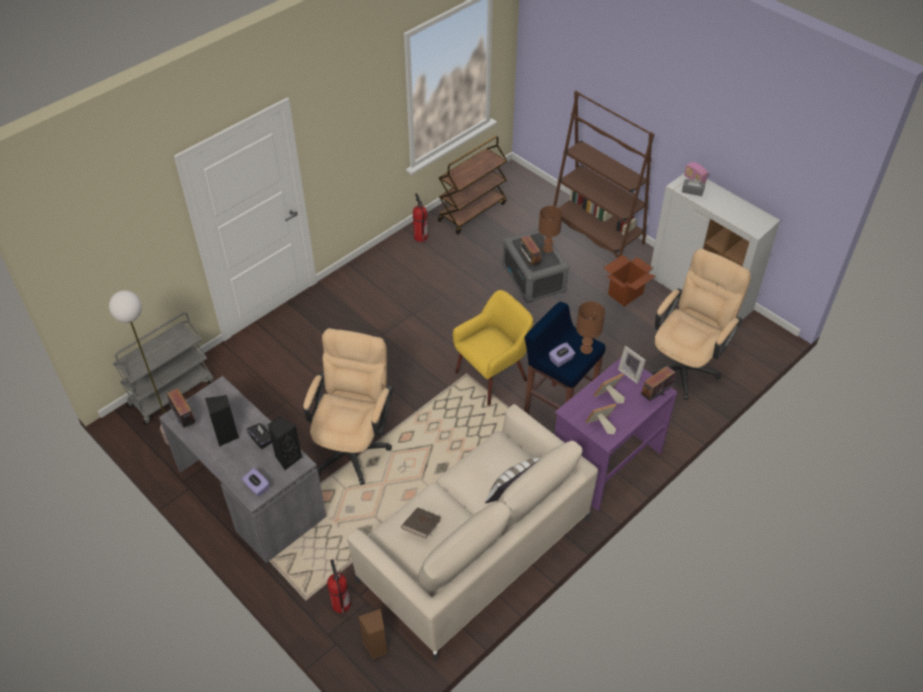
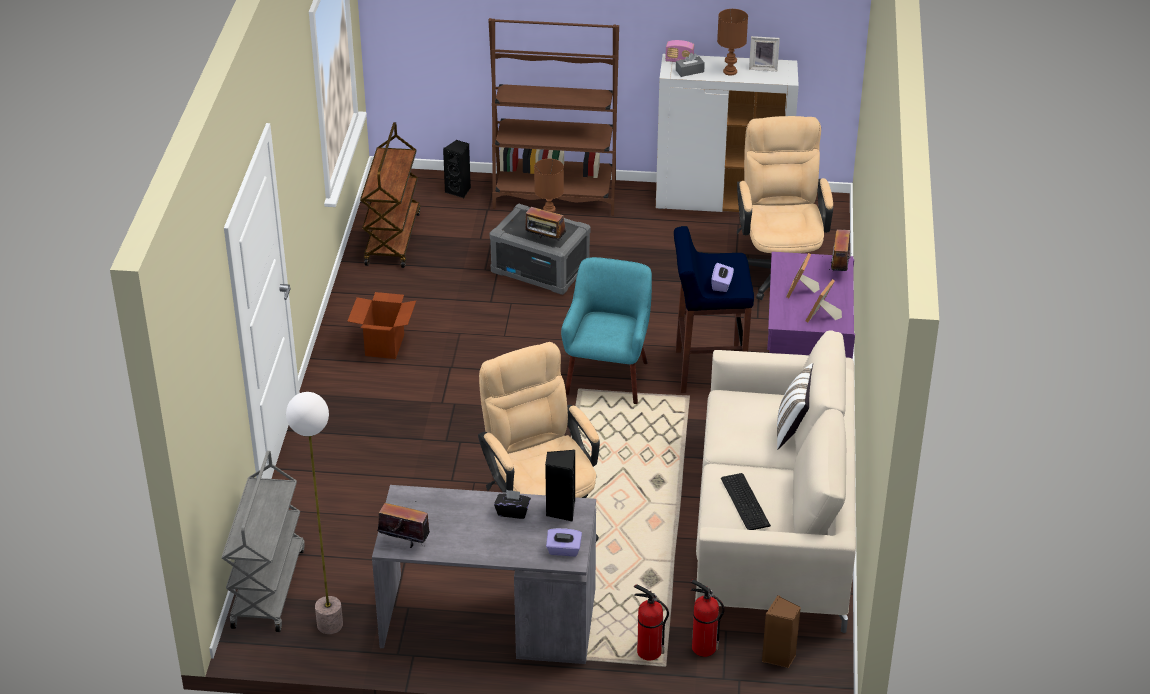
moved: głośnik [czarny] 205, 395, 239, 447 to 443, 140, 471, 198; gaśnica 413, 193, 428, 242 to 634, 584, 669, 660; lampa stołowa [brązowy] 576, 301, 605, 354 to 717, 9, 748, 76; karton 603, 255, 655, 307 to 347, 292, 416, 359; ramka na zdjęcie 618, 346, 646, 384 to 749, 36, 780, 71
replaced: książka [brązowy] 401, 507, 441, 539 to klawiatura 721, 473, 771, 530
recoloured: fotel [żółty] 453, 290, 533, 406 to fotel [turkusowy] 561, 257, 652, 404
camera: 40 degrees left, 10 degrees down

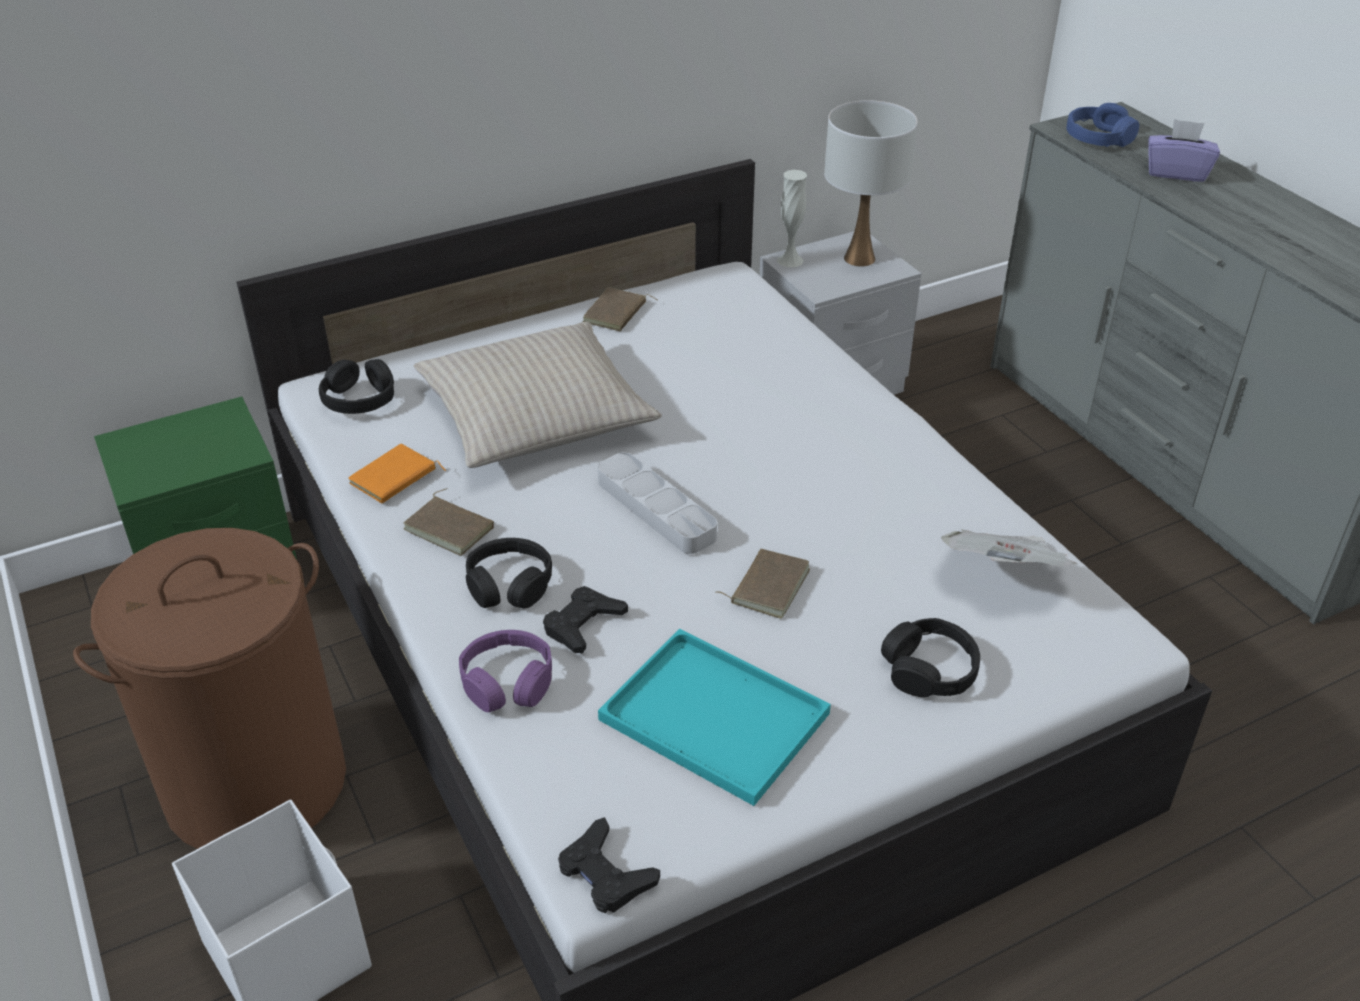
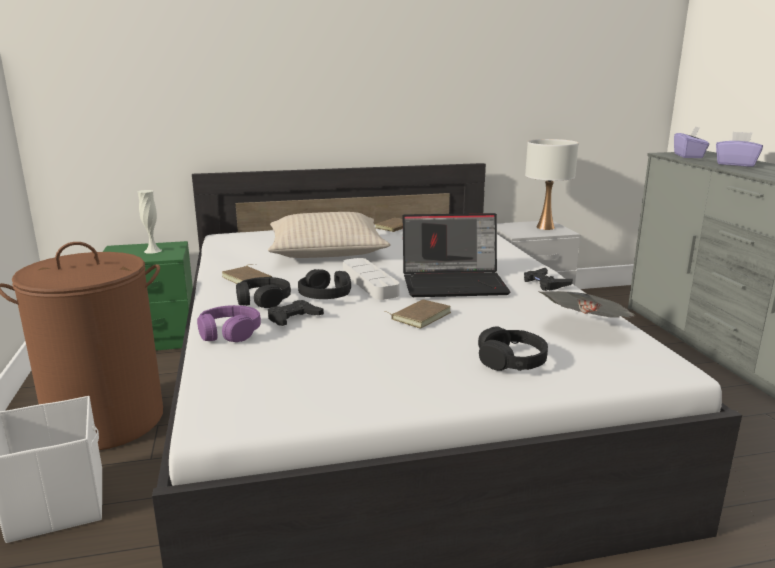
removed: książka [pomarańczowy] 348, 444, 446, 503; taca [turkusowy] 598, 629, 831, 806
added: laptop 403, 213, 510, 297
moved: słuchawki [czarny] 318, 359, 394, 414 to 298, 269, 351, 299; pad do gier [czarny] 558, 817, 660, 913 to 524, 268, 573, 291; wazon [biały] 777, 170, 807, 267 to 137, 190, 162, 254
replaced: słuchawki [niebieski] 1066, 103, 1139, 147 to pudełko chusteczek [fioletowy] 674, 126, 709, 158
camera: 15 degrees right, 20 degrees down

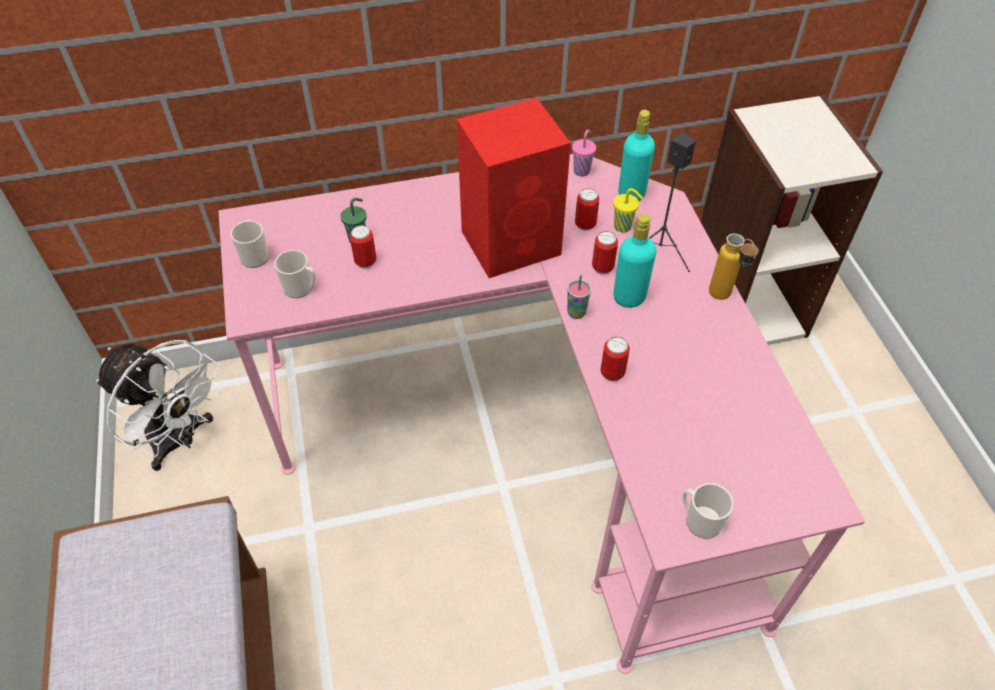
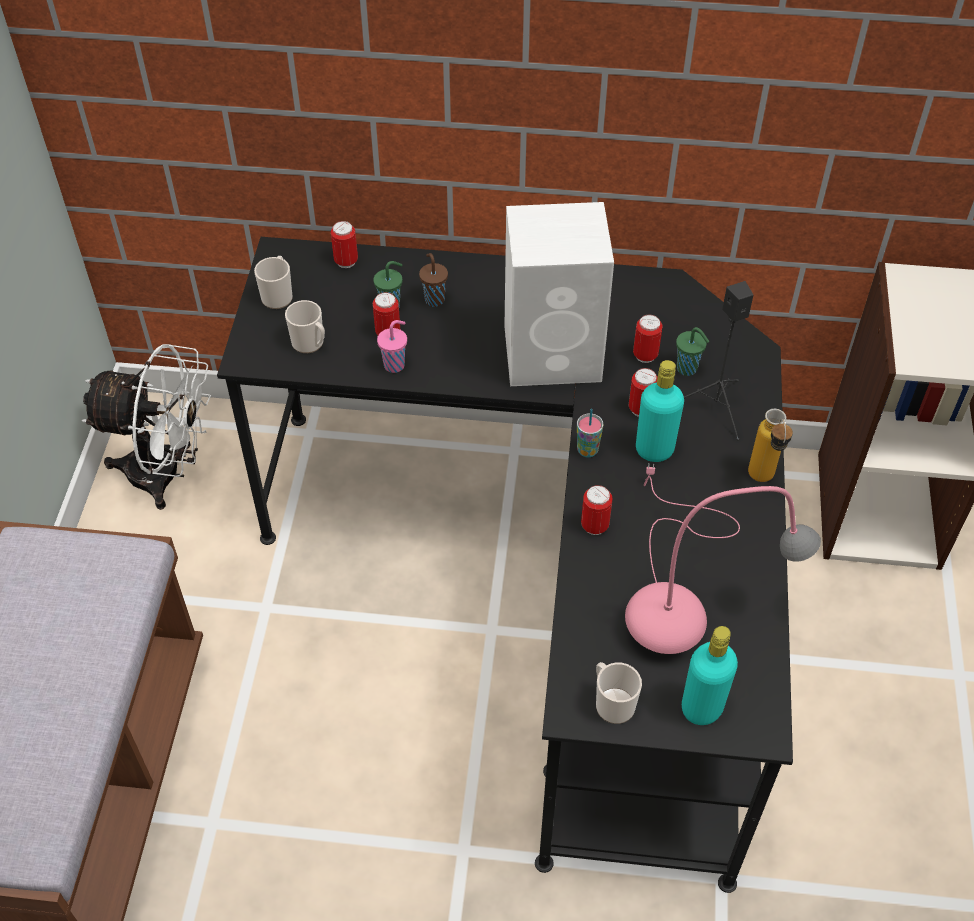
added: puszka 331, 221, 358, 268; filiżanka [brązowy] 419, 253, 448, 307; lampa stołowa [różowy] 625, 464, 821, 654
moved: filiżanka [różowy] 572, 130, 596, 177 to 377, 320, 407, 373; butelka [turkusowy] 618, 110, 655, 201 to 682, 626, 738, 725
recoloured: biurko [różowy] 219, 154, 865, 674 to biurko [czarny] 217, 237, 793, 893; głośnik [czerwony] 457, 98, 571, 278 to głośnik [biały] 504, 202, 614, 386; filiżanka [żółty] 613, 188, 643, 233 to filiżanka [zielony] 676, 327, 709, 376
turned: wentylator [biały] 96, 340, 222, 471 = 81, 344, 211, 510 45 degrees counterclockwise
camera: 20 degrees right, 0 degrees up

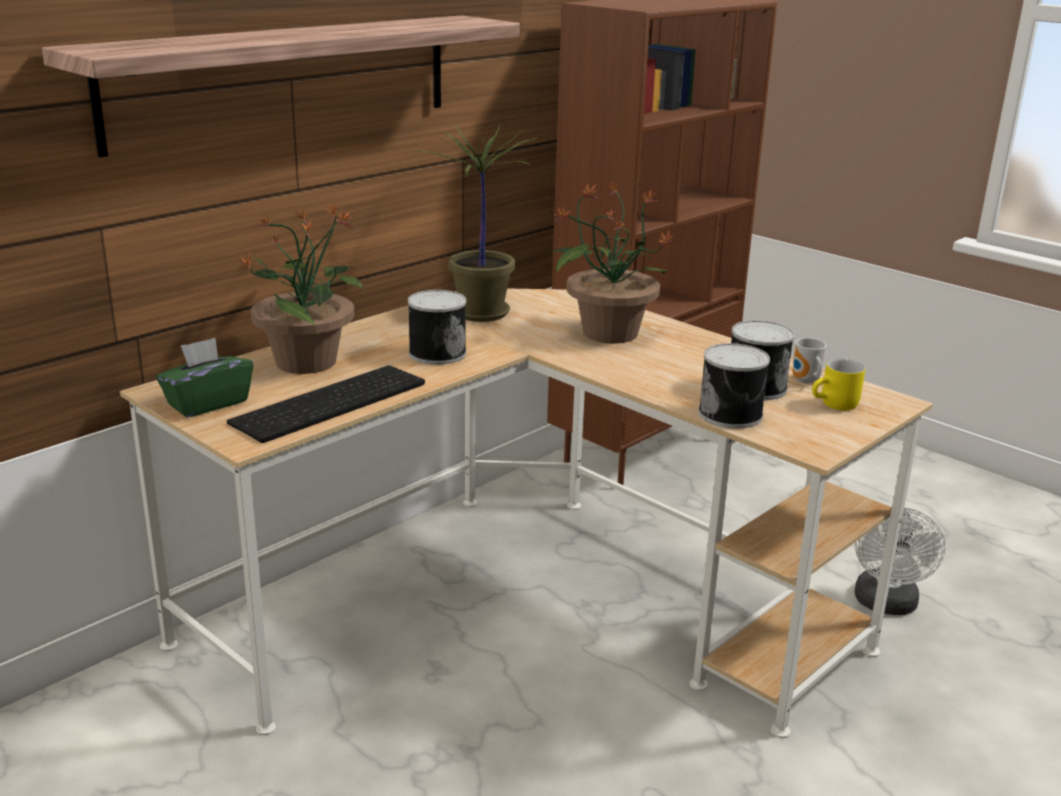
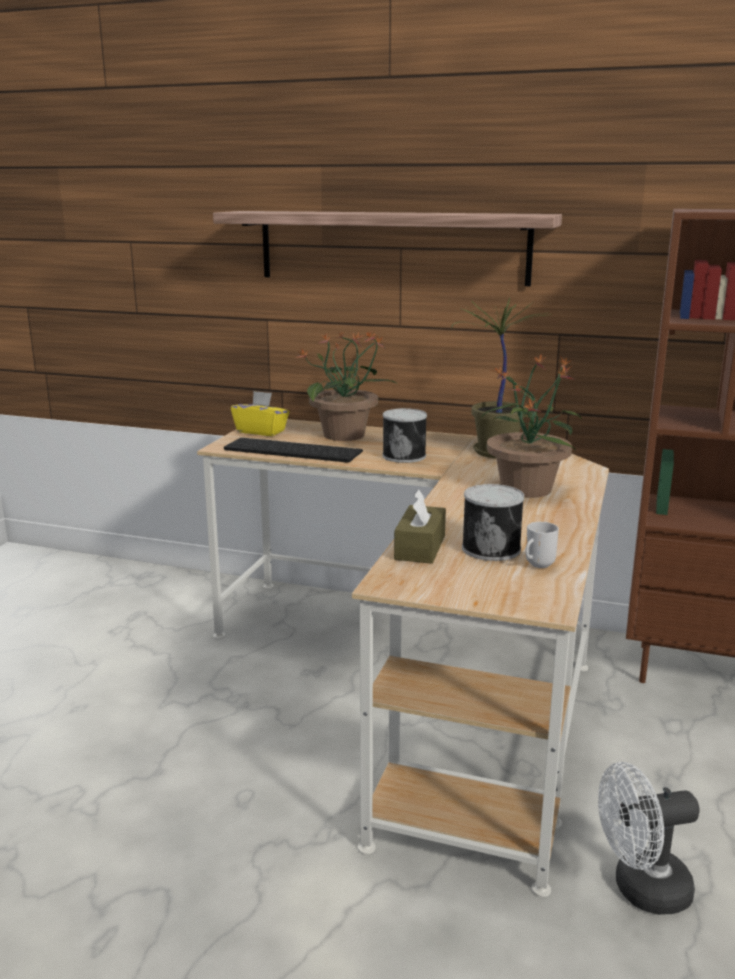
removed: kubek [żółty] 812, 359, 866, 410
replaced: puszka 698, 343, 770, 428 to pudełko chusteczek [brązowy] 394, 489, 446, 564
recoloured: pudełko chusteczek [zielony] 156, 338, 253, 418 to pudełko chusteczek [żółty] 231, 391, 289, 436
camera: 65 degrees right, 5 degrees down

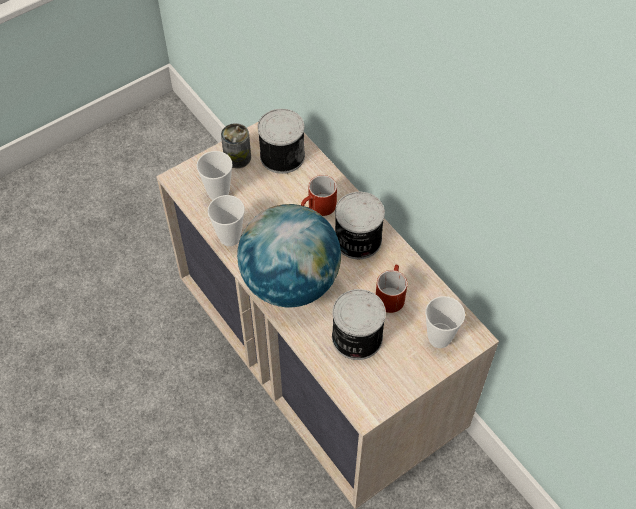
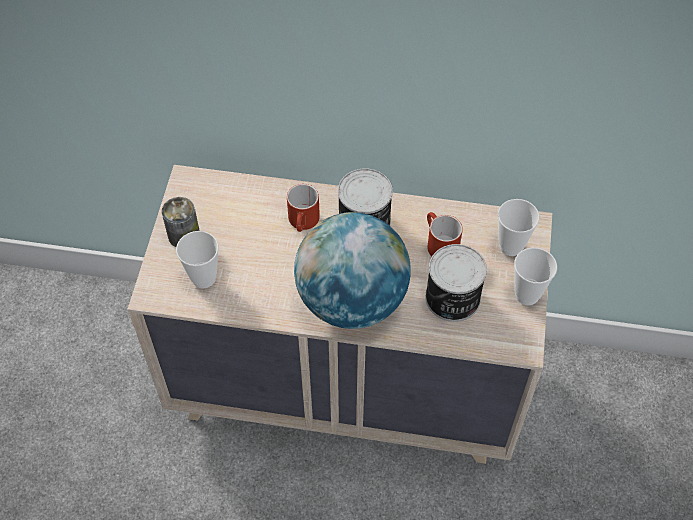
removed: puszka 258, 109, 305, 174
moved: filiżanka 207, 195, 245, 246 to 514, 248, 557, 305
camera: 45 degrees left, 0 degrees up

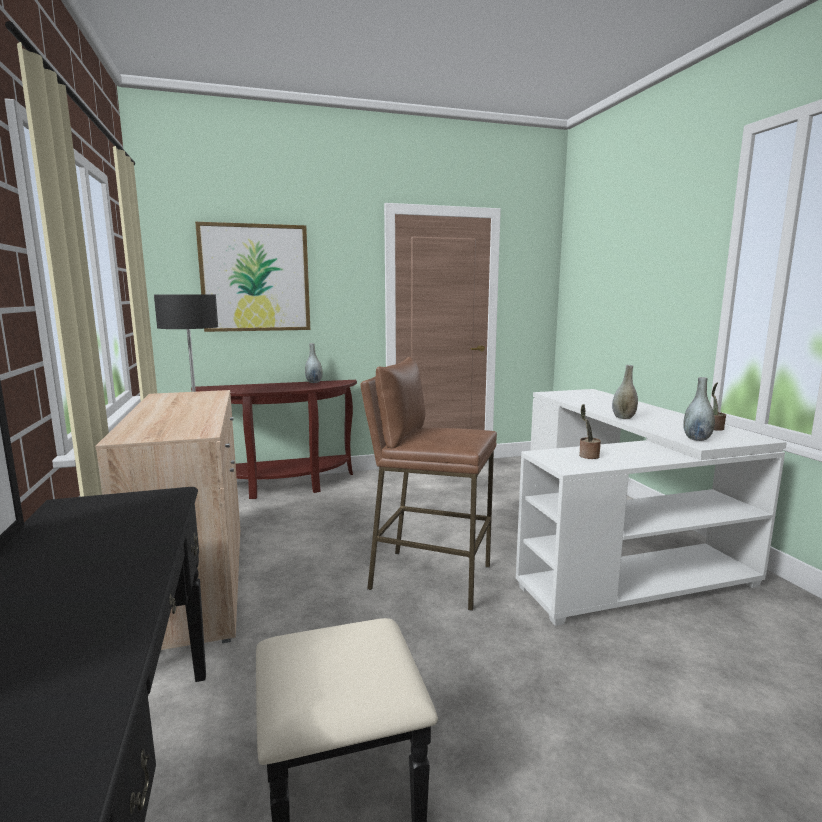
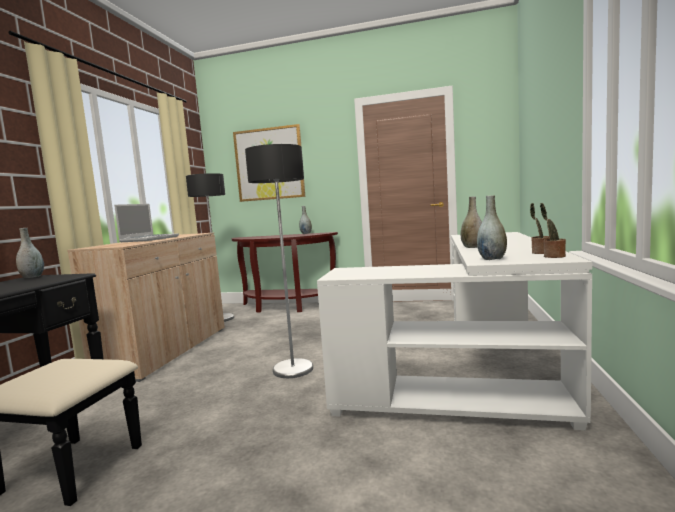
added: wazon [szary] 16, 228, 44, 278; laptop 114, 204, 179, 242
moved: roślina doniczkowa 579, 404, 601, 459 to 540, 203, 566, 258
replaced: stołek [brązowy] 360, 357, 497, 611 to lampa stojąca 245, 144, 313, 378
camera: 30 degrees right, 5 degrees down

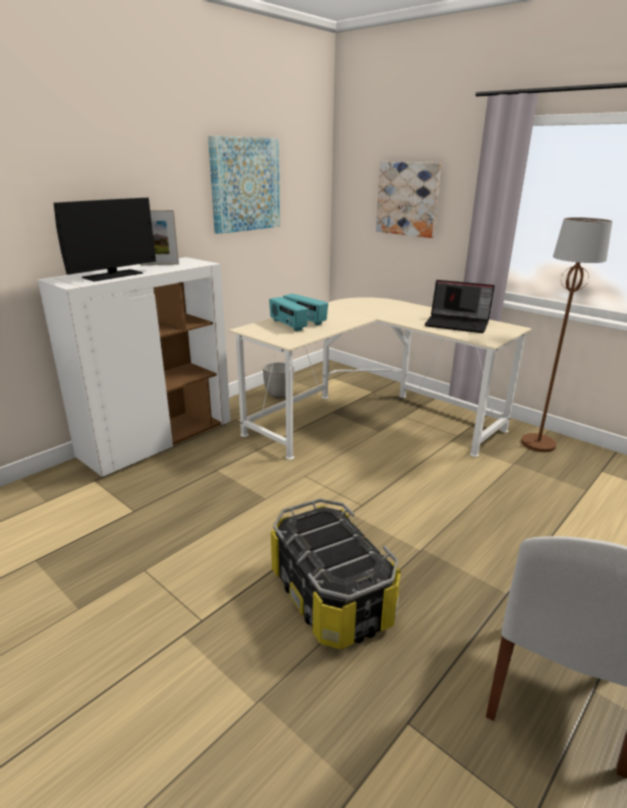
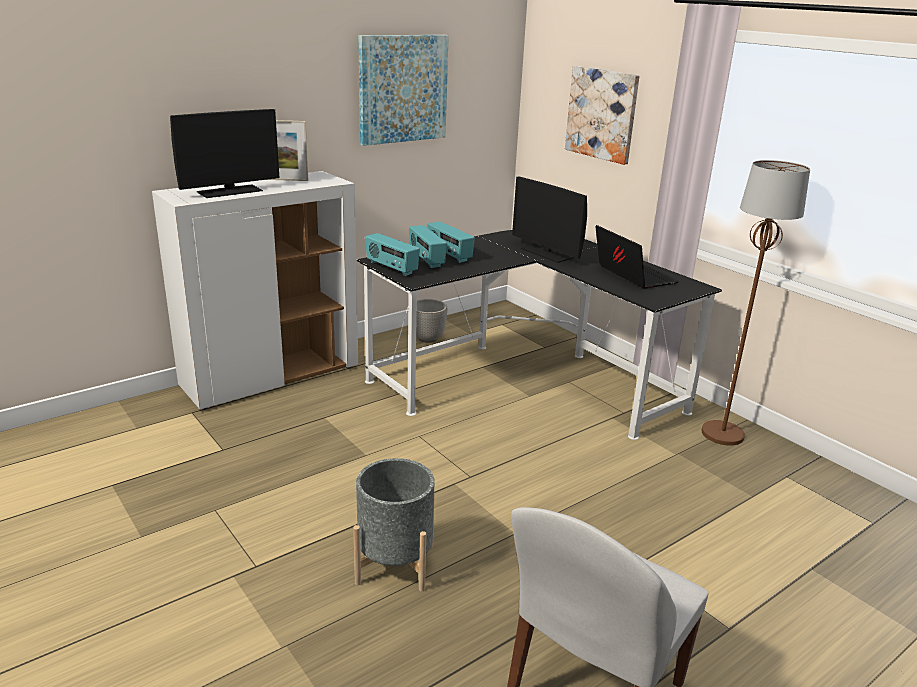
added: radio 365, 233, 420, 276; monitor 512, 176, 587, 263
replaced: pojemnik do przechowywania 271, 498, 401, 649 to donica [szary] 353, 458, 435, 592
recoloured: biurko [beżowy] 229, 297, 532, 460 to biurko [czarny] 357, 230, 722, 440
turned: laptop 424, 280, 495, 333 = 595, 225, 679, 289 150 degrees counterclockwise
camera: 10 degrees right, 0 degrees up

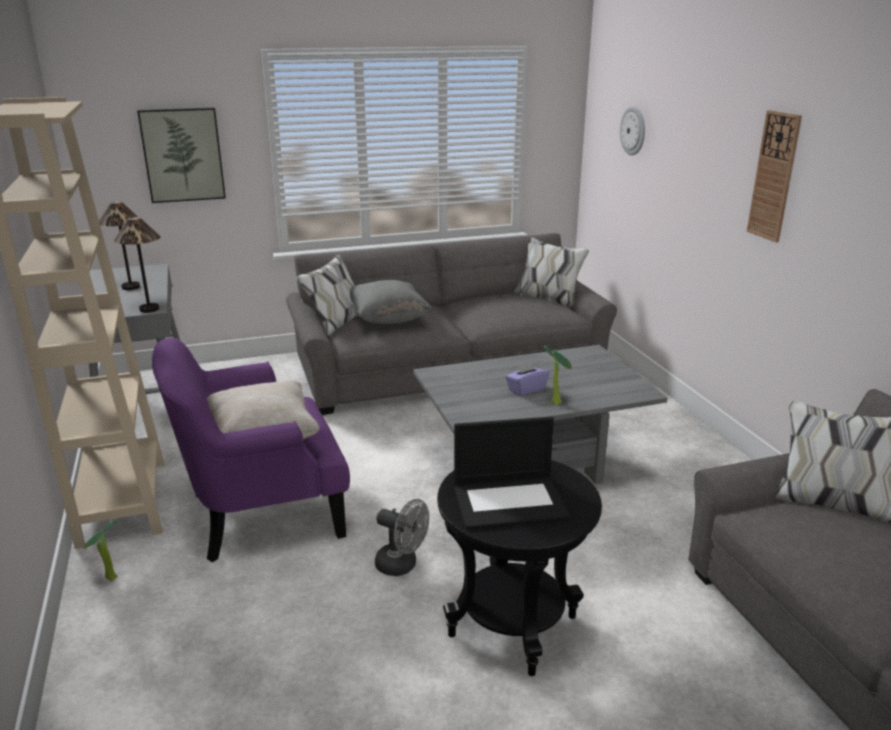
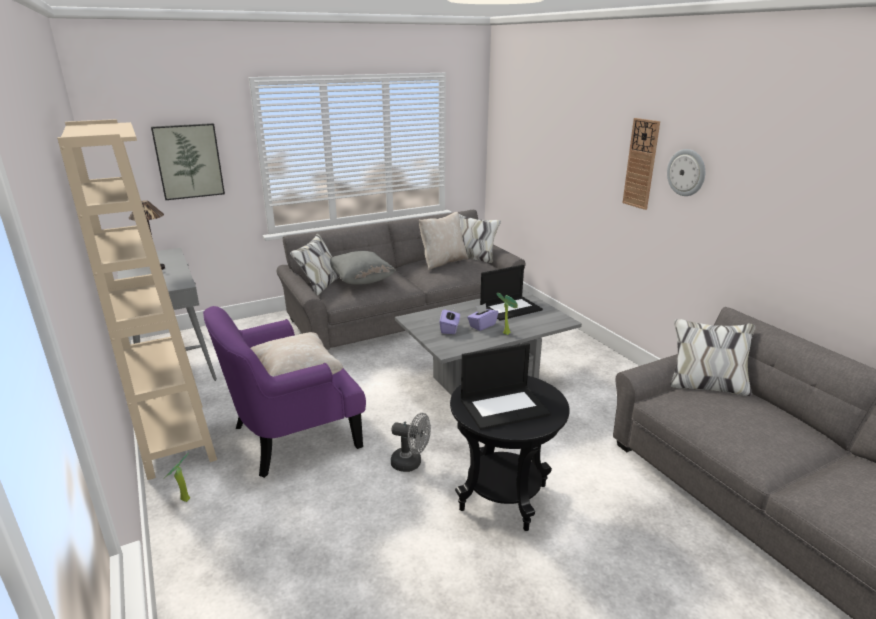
removed: lampa stołowa 114, 217, 160, 313
added: poduszka [beżowy] 419, 212, 468, 270; pudełko chusteczek [fioletowy] 440, 309, 460, 334; laptop 480, 265, 543, 320
moved: zegar ścienny 620, 106, 645, 155 to 667, 149, 705, 196
camera: 10 degrees left, 0 degrees up

